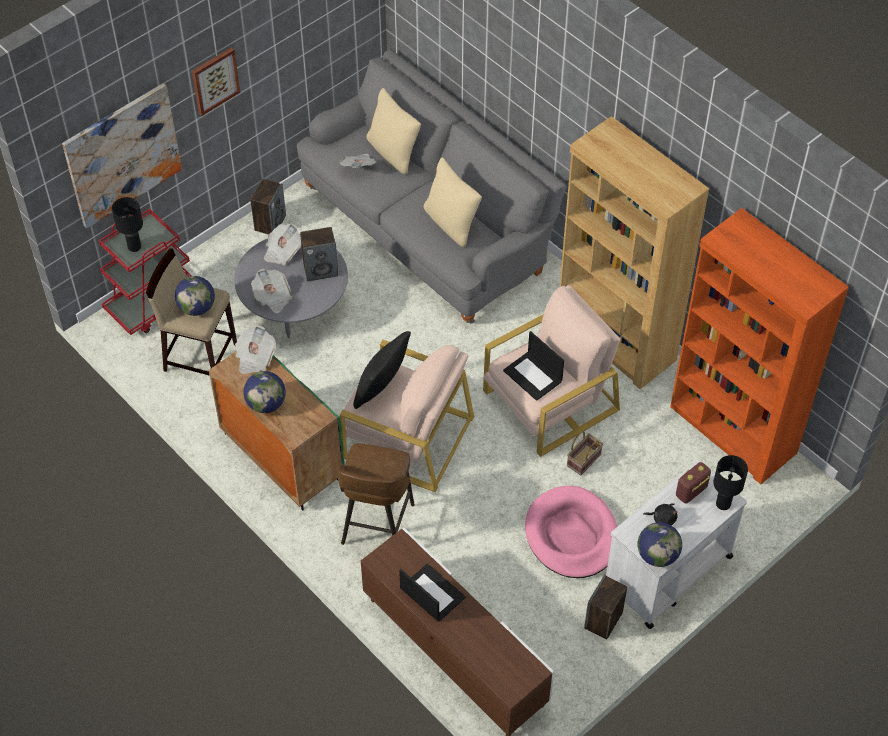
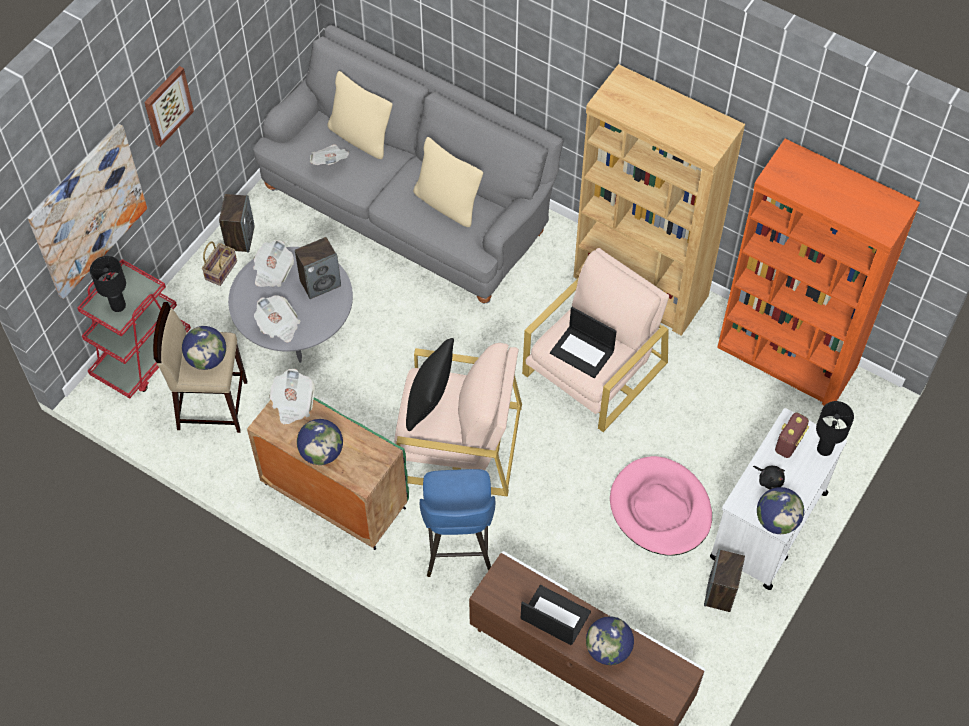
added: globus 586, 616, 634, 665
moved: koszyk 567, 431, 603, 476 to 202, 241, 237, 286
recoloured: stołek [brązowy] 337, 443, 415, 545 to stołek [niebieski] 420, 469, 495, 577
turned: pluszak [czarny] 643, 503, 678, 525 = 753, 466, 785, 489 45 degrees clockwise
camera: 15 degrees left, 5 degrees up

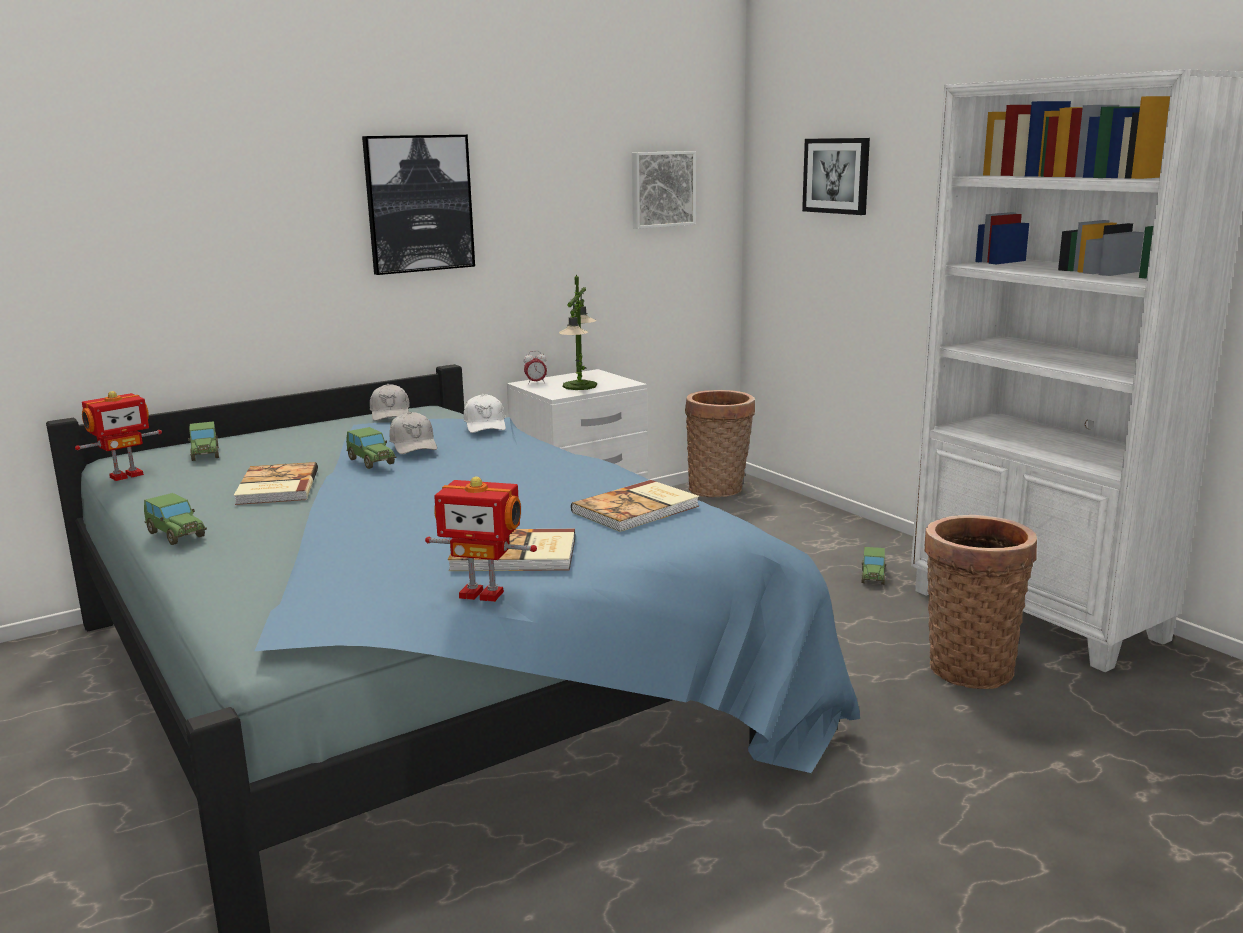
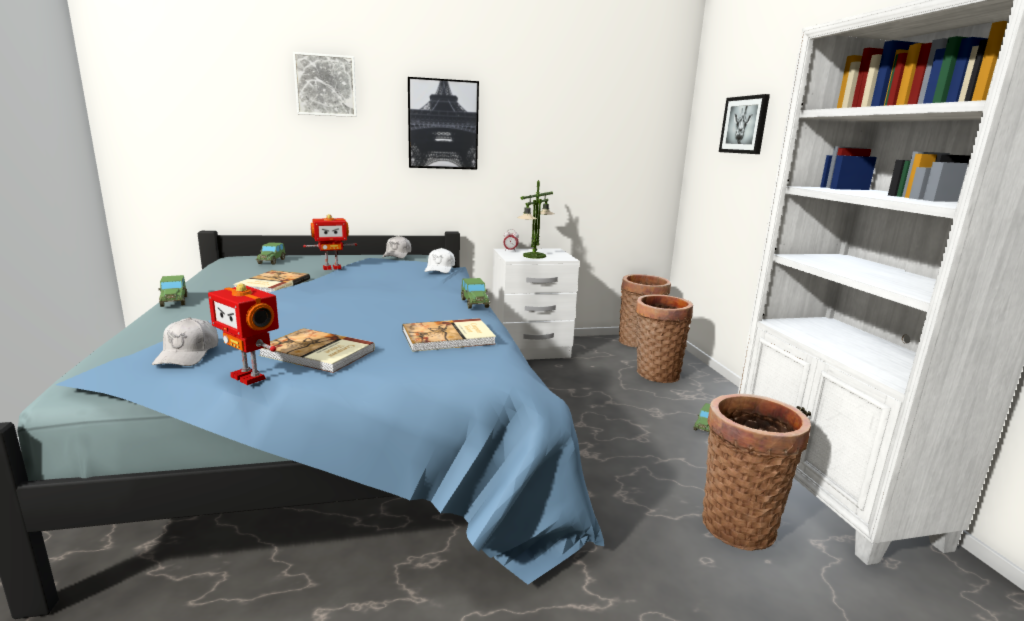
added: koszyk 635, 295, 693, 383
moved: robot zabawkowy 75, 391, 162, 481 to 303, 214, 357, 270; samochodzik 346, 427, 396, 469 to 461, 278, 490, 309; czapka z daszkiem [biały] 389, 412, 437, 454 to 152, 318, 218, 366; obraz 632, 151, 696, 229 to 293, 52, 357, 117
camera: 20 degrees right, 0 degrees up

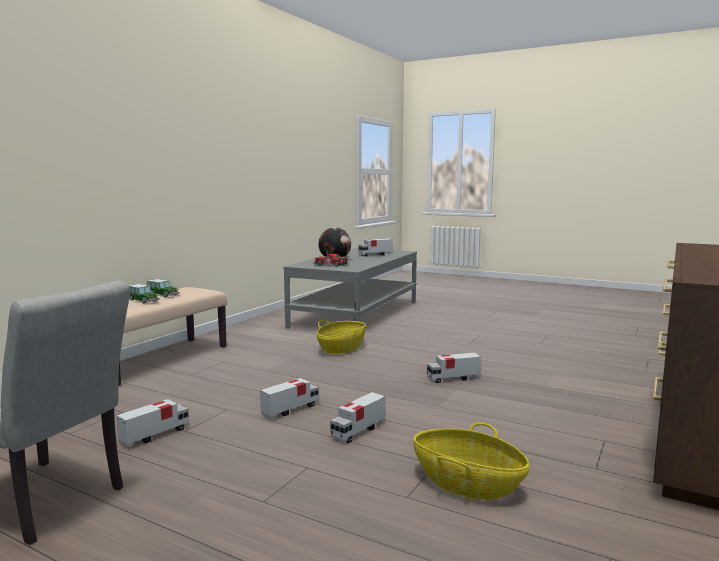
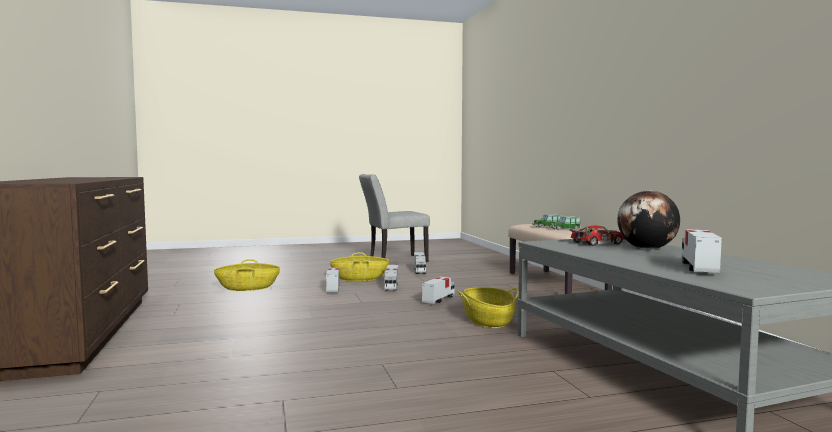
added: koszyk 330, 252, 389, 281
moved: ciężarówka zabawkowa 426, 353, 481, 383 to 422, 277, 455, 304
camera: 135 degrees right, 5 degrees down

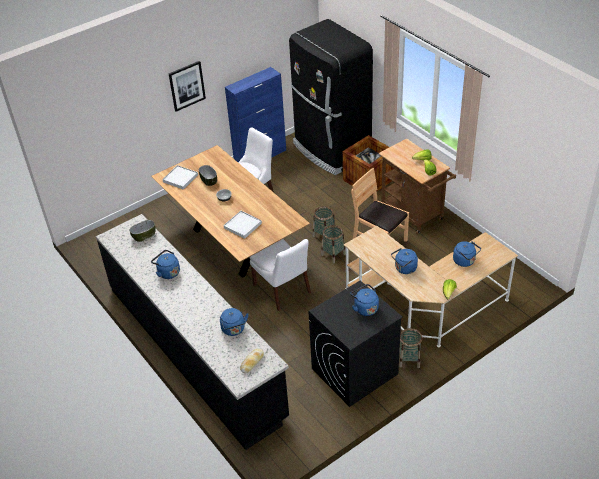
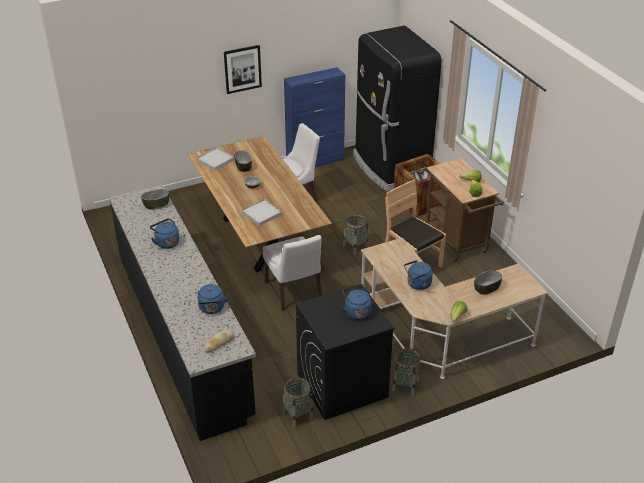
moved: koszyk 321, 225, 346, 263 to 282, 377, 314, 427
replaced: czajnik [niebieski] 453, 241, 481, 267 to miska 474, 270, 502, 295
camera: 10 degrees right, 5 degrees down

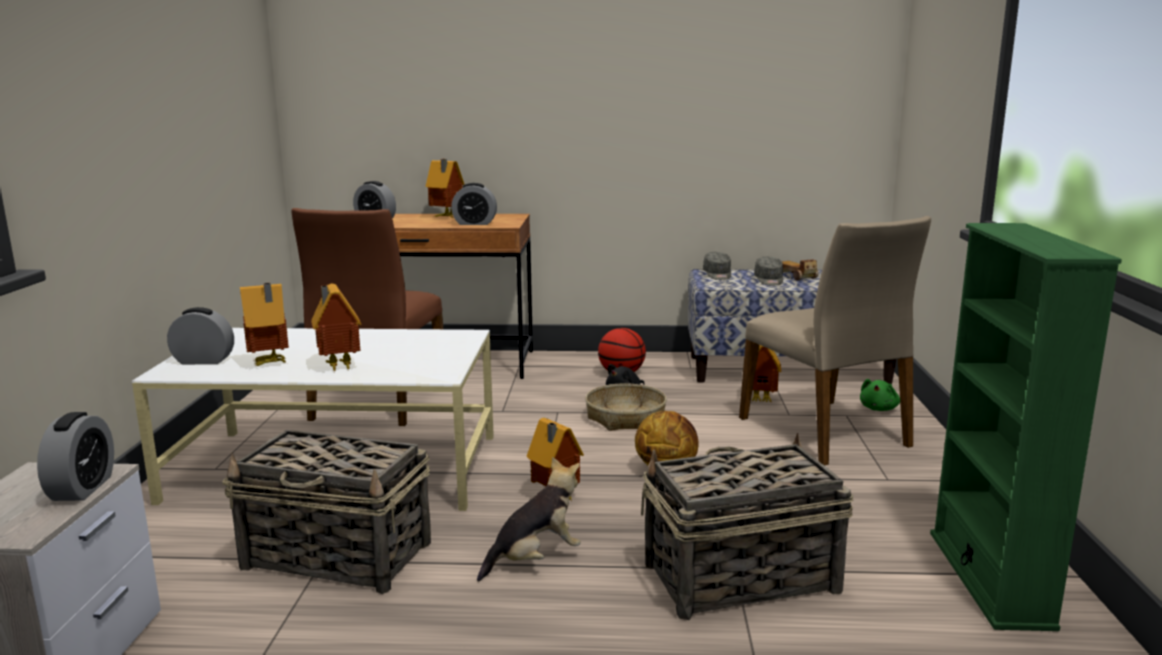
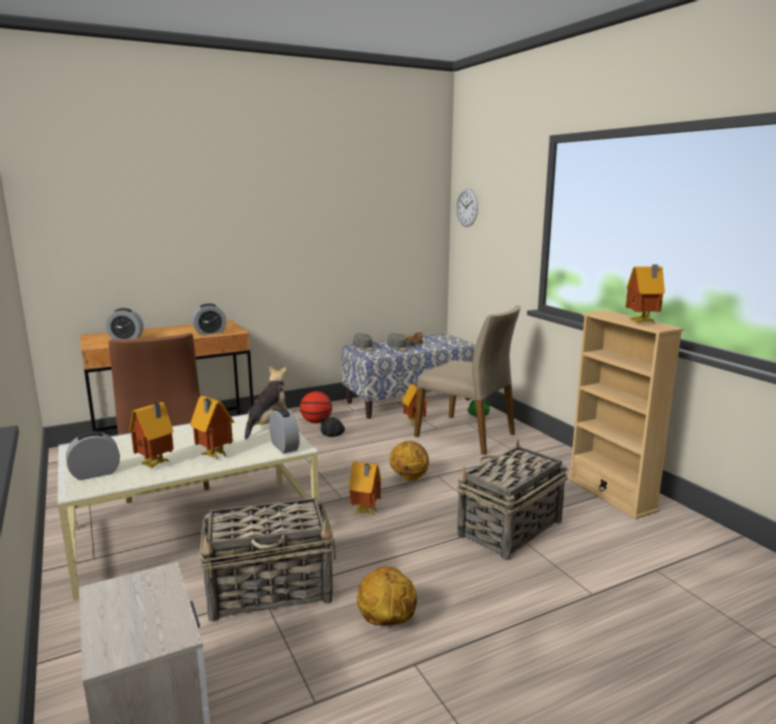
removed: koszyk 585, 383, 667, 431
added: piłka do koszykówki 357, 566, 417, 625; zegar ścienny 456, 188, 478, 227
moved: budzik 37, 412, 114, 501 to 269, 408, 300, 454; domek 425, 159, 464, 219 to 626, 265, 665, 322; pluszak 477, 457, 581, 582 to 245, 366, 293, 439
recoloured: regał [zielony] 930, 223, 1122, 631 to regał [beżowy] 567, 310, 684, 519
camera: 30 degrees left, 0 degrees up

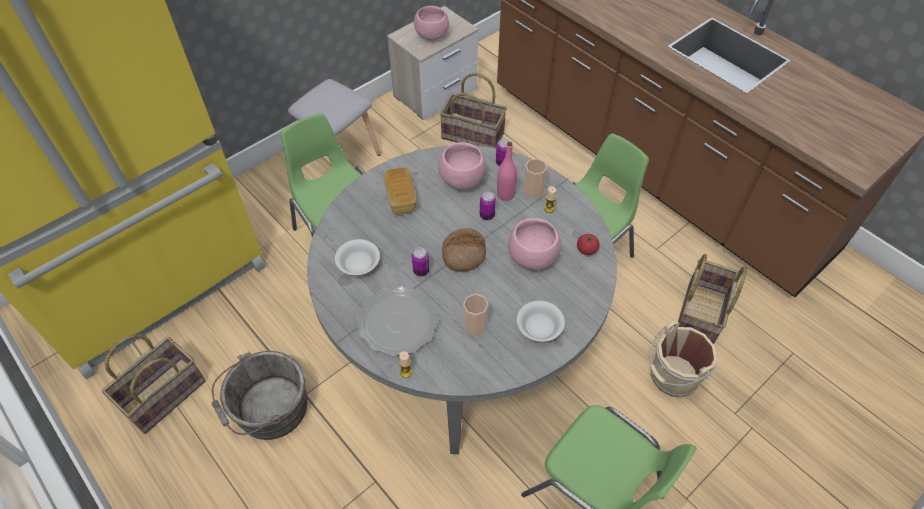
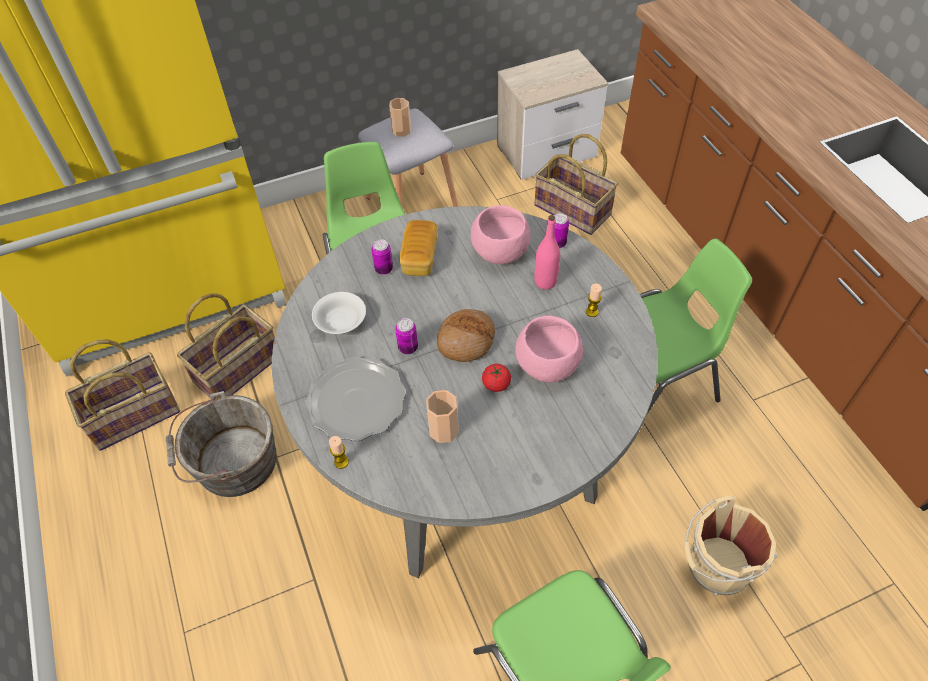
removed: miska [różowy] 414, 6, 449, 41; miska [biały] 517, 301, 565, 342
moved: puszka 480, 192, 496, 220 to 371, 239, 393, 275; filiżanka 523, 158, 548, 198 to 389, 98, 411, 137; pomidor 577, 234, 600, 255 to 482, 364, 511, 392; koszyk 678, 254, 747, 344 to 177, 293, 275, 398
camera: 20 degrees right, 0 degrees up

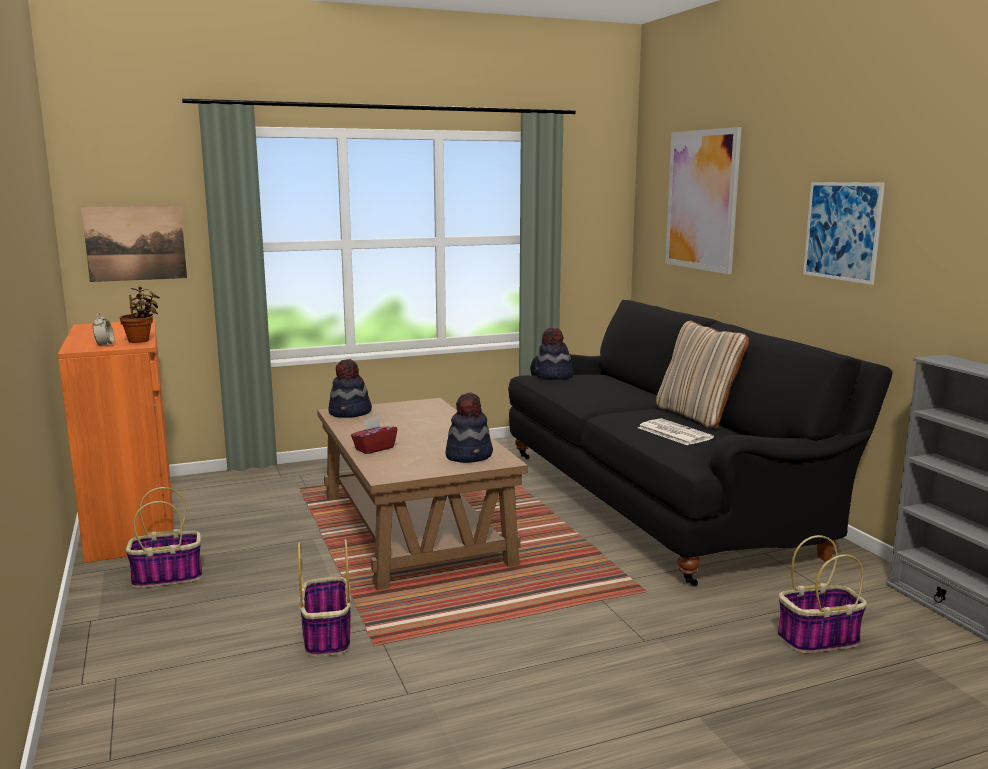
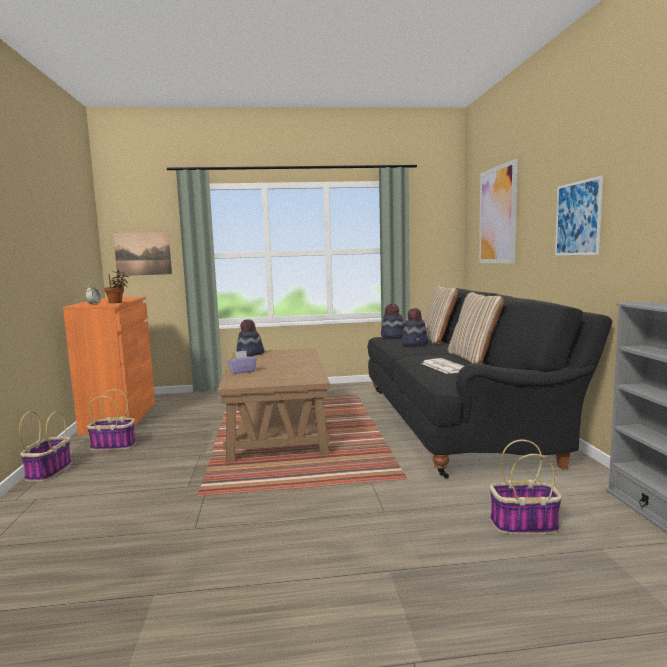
added: poduszka [beżowy] 424, 285, 458, 345
moved: koszyk 298, 539, 351, 657 to 19, 411, 72, 482; kapelusz 445, 392, 493, 463 to 401, 308, 428, 346
recoloured: pudełko chusteczek [czerwony] 351, 416, 397, 454 to pudełko chusteczek [fioletowy] 227, 350, 257, 374
camera: 15 degrees right, 5 degrees down

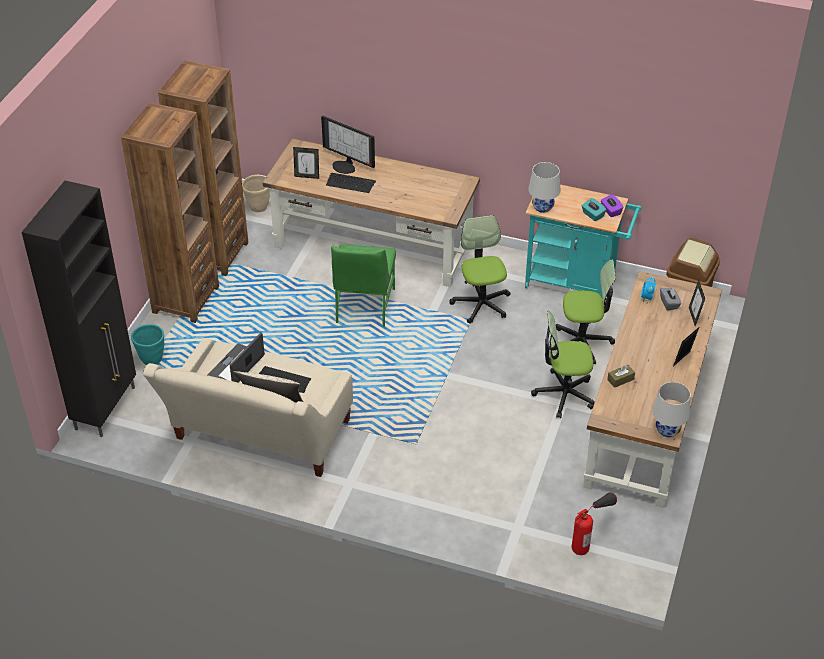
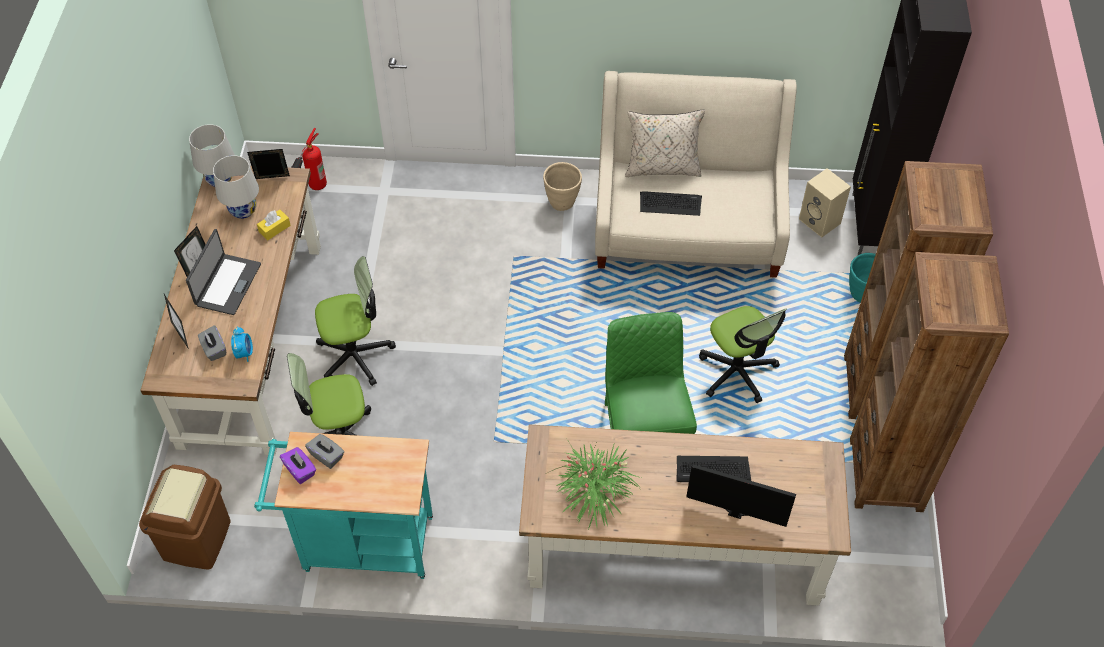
added: roślina doniczkowa 552, 441, 641, 530; głośnik [beżowy] 799, 168, 851, 238
moved: laptop 208, 332, 265, 382 to 186, 229, 261, 315; donica [beżowy] 242, 175, 270, 212 to 543, 162, 582, 211; ramka na zdjęcie 293, 147, 319, 179 to 247, 149, 290, 179; krzesło biurowe 449, 215, 511, 324 to 699, 306, 787, 403; lampa stołowa [biały] 528, 162, 560, 213 to 213, 155, 259, 219
recoloured: pudełko chusteczek [turkusowy] 582, 198, 607, 221 to pudełko chusteczek [szary] 305, 434, 345, 469; pudełko chusteczek [brązowy] 607, 365, 635, 388 to pudełko chusteczek [żółty] 257, 209, 291, 240
camera: 165 degrees right, 10 degrees up

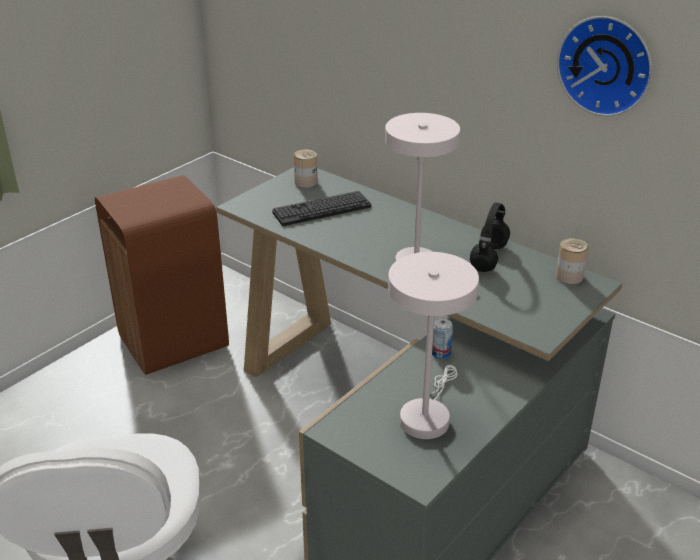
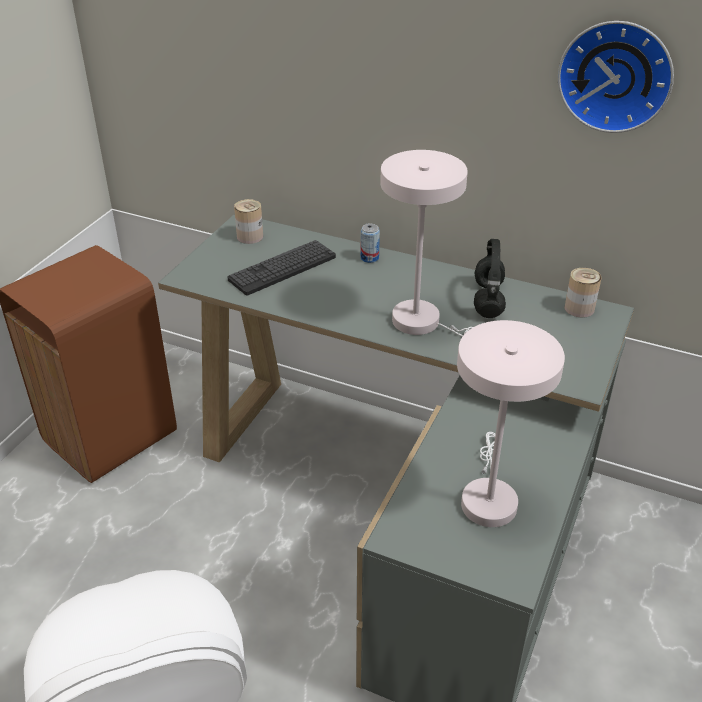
moved: puszka 432, 319, 453, 359 to 361, 223, 380, 263
camera: 15 degrees left, 5 degrees up

